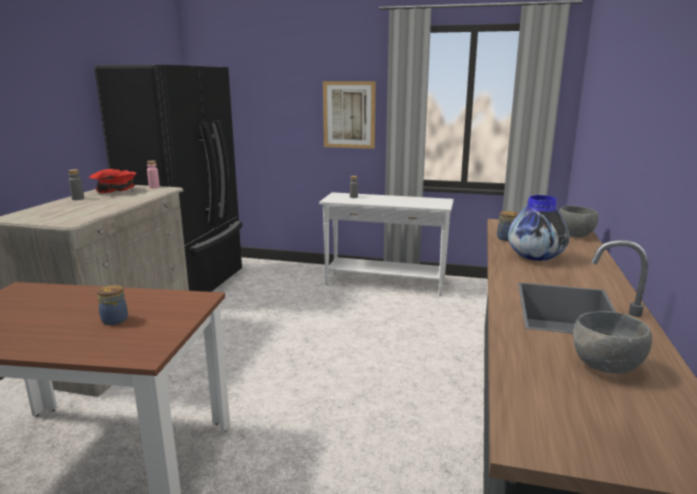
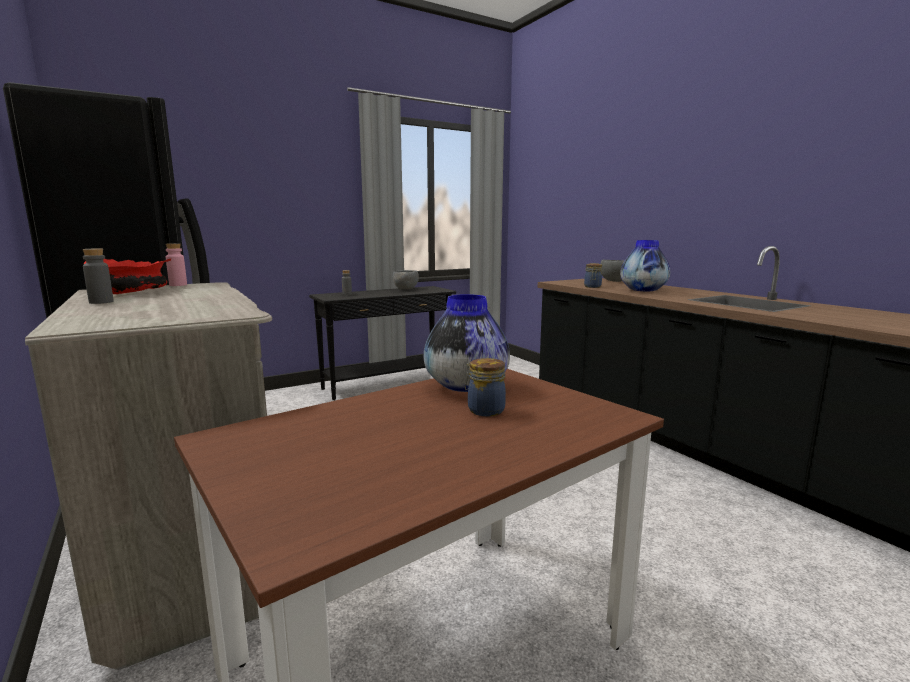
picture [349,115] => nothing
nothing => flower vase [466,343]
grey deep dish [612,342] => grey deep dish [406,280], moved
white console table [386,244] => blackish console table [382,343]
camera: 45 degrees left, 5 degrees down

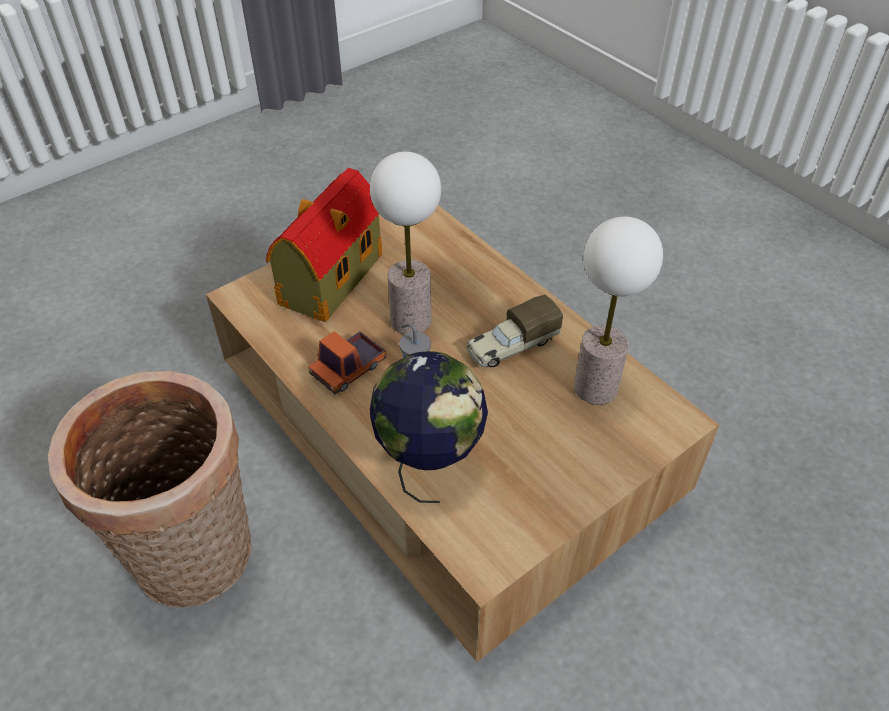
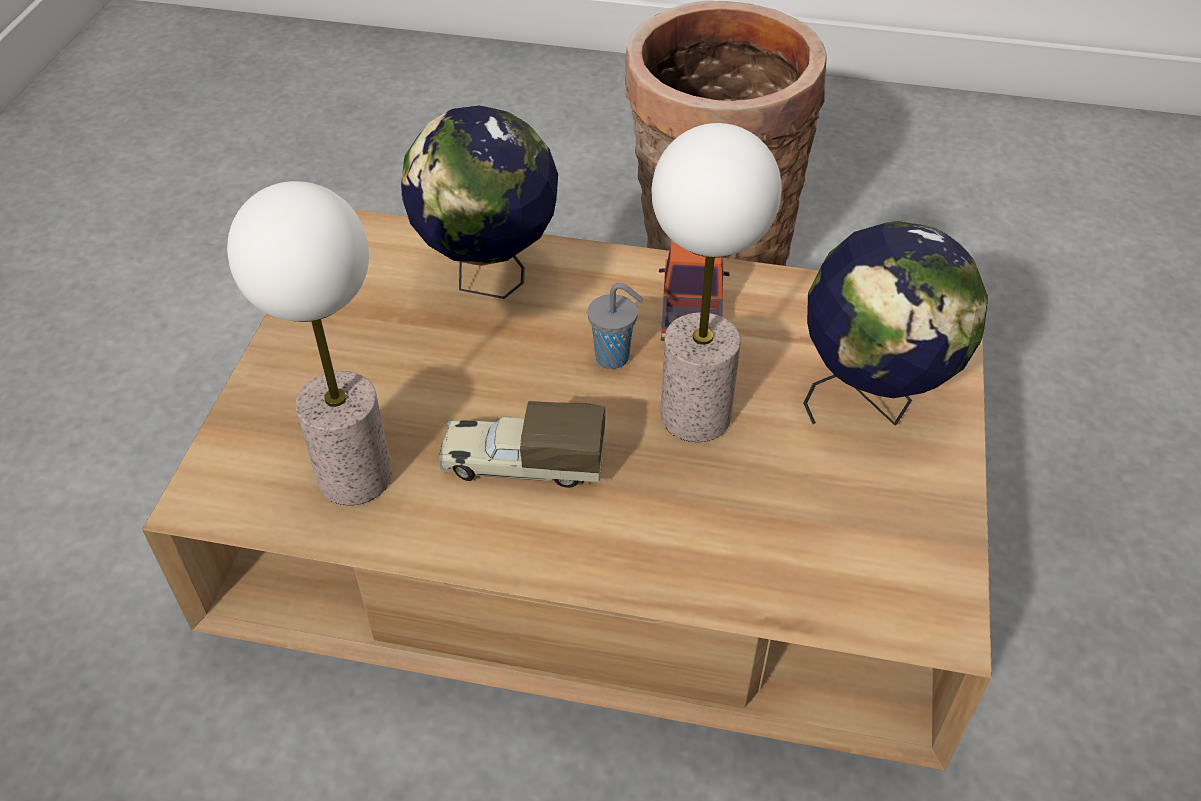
model house [324,245] => globe [895,323]
model truck [515,331] => model truck [522,444], 105 degrees counterclockwise
camera: 140 degrees right, 0 degrees up

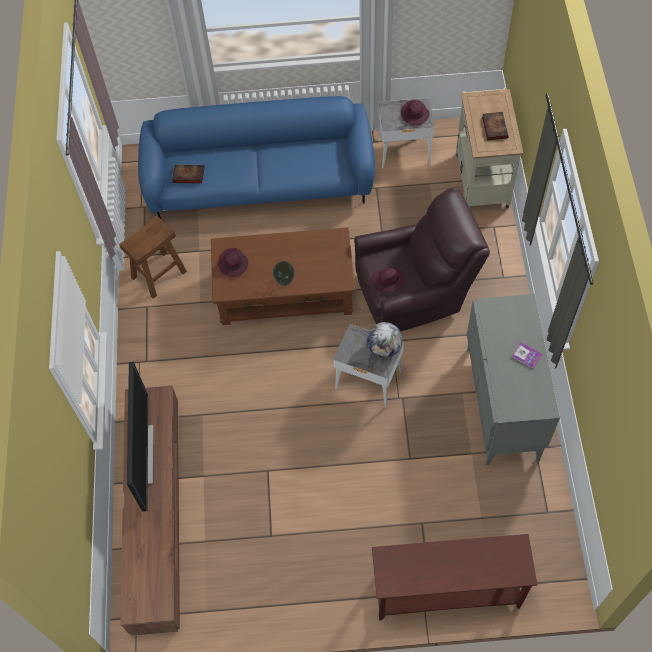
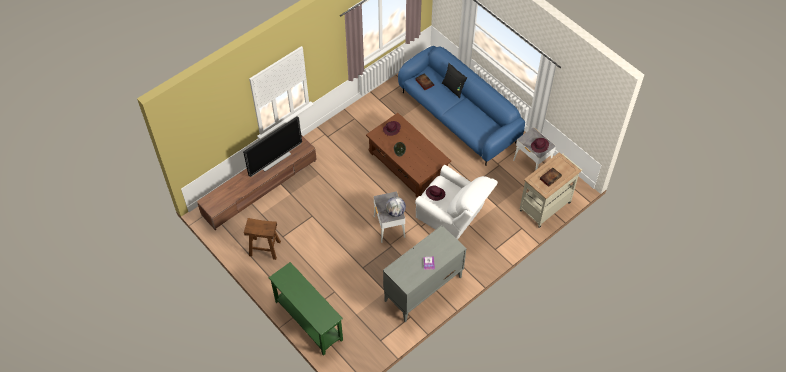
nothing => blackish pillow [454,80]
brownish sitting stool [153,257] => brownish sitting stool [262,239], moved
brownish easy chair [422,259] => white easy chair [456,202]
brownish console table [454,577] => green-coloured console table [306,309]
camera: 50 degrees right, 5 degrees down

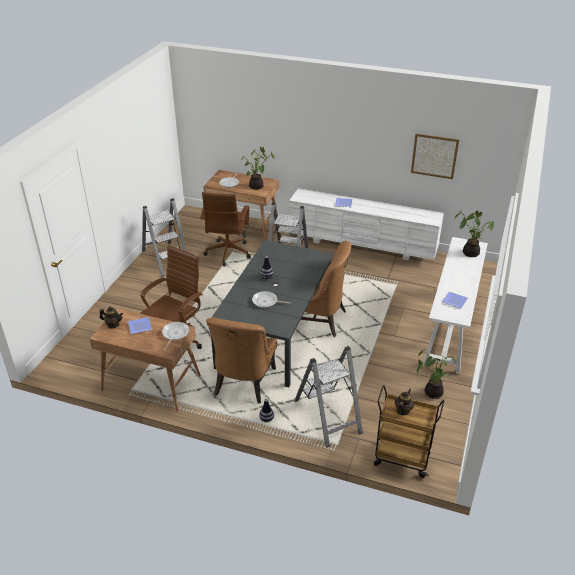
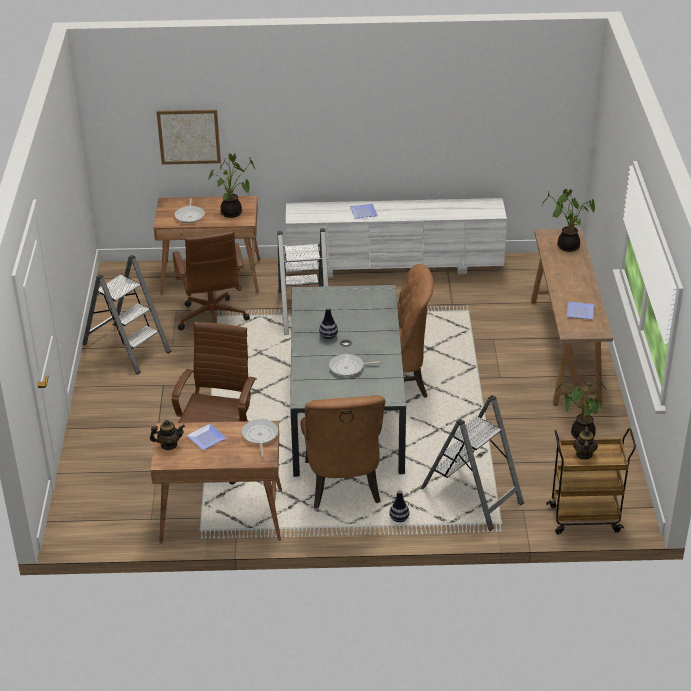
picture [435,156] => picture [189,137], moved
white console table [455,305] => brownish console table [572,317]
camera: 20 degrees left, 0 degrees up

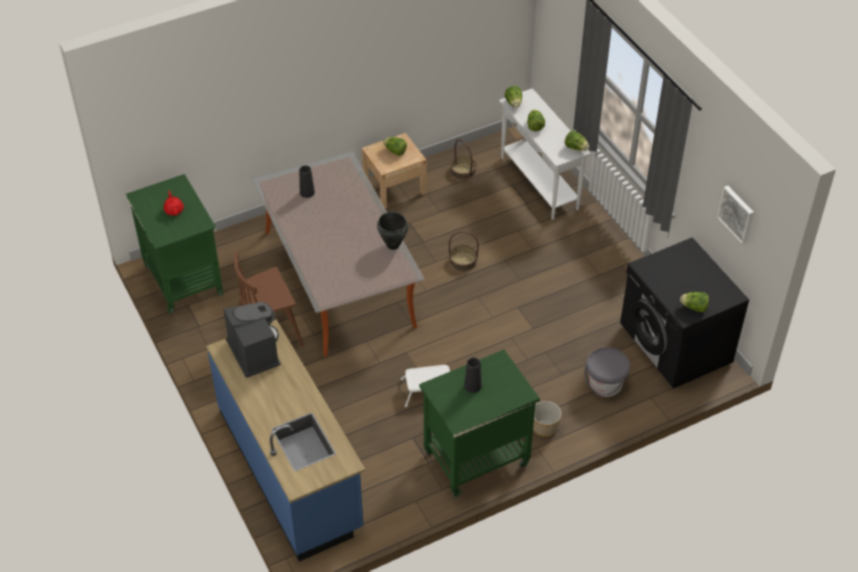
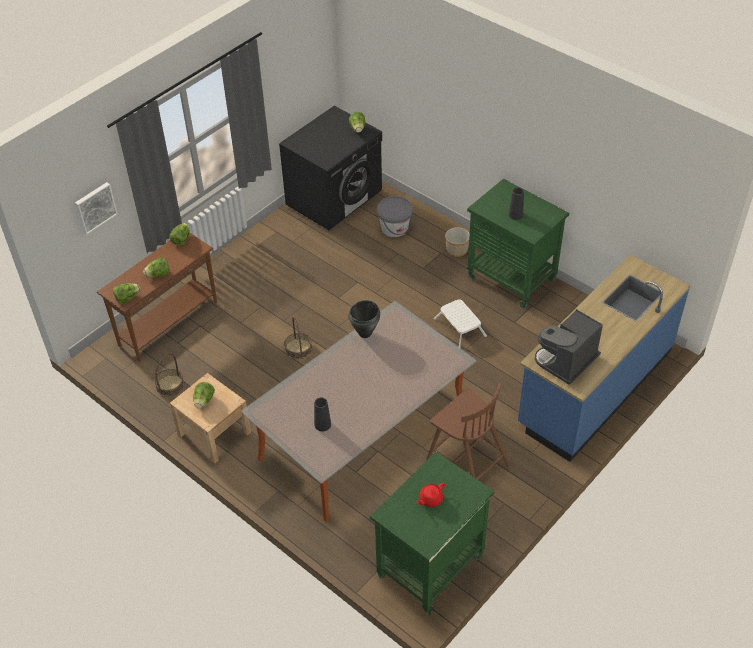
picture [735,215] => picture [96,208], moved
white console table [545,154] => brownish console table [157,297]
camera: 110 degrees left, 0 degrees up

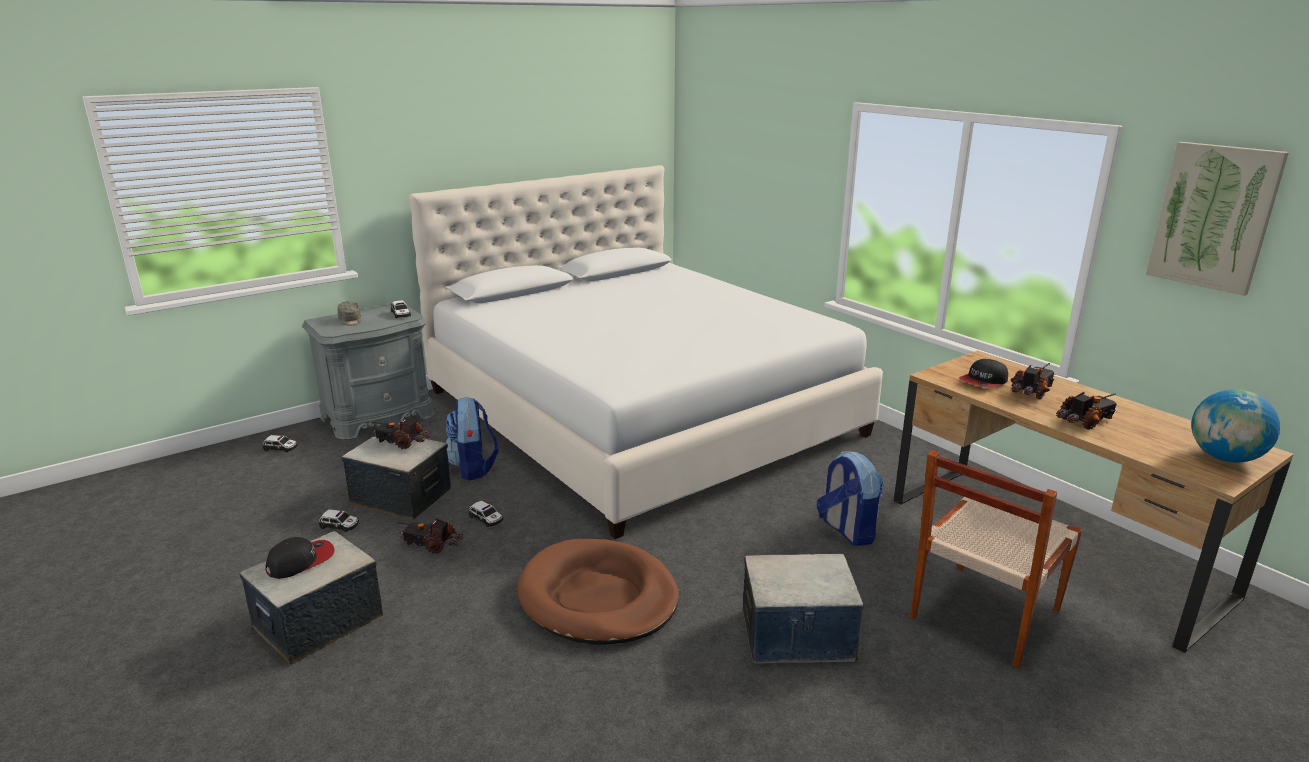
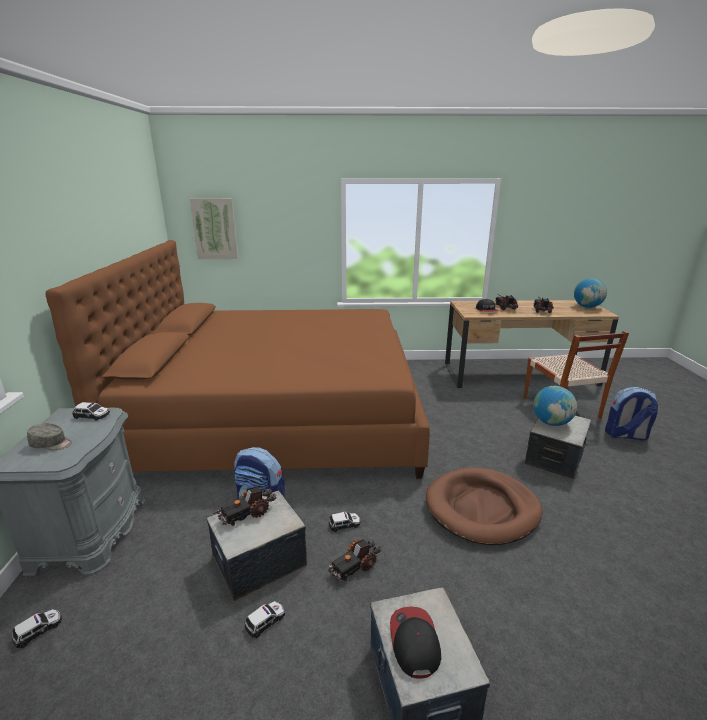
nothing => globe [555,406]
knapsack [850,498] => knapsack [631,414], moved
picture [1217,219] => picture [214,228], moved
white sleeping bed [646,352] => brownish sleeping bed [238,359]
camera: 55 degrees left, 0 degrees up

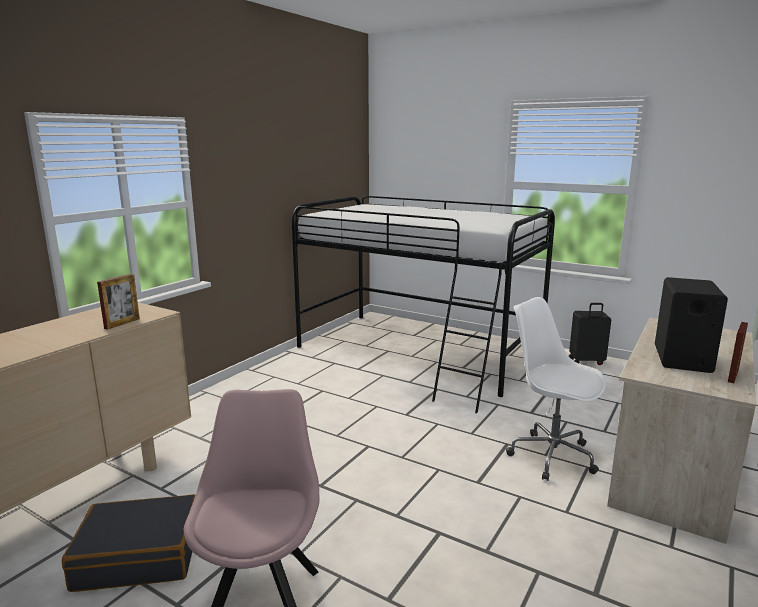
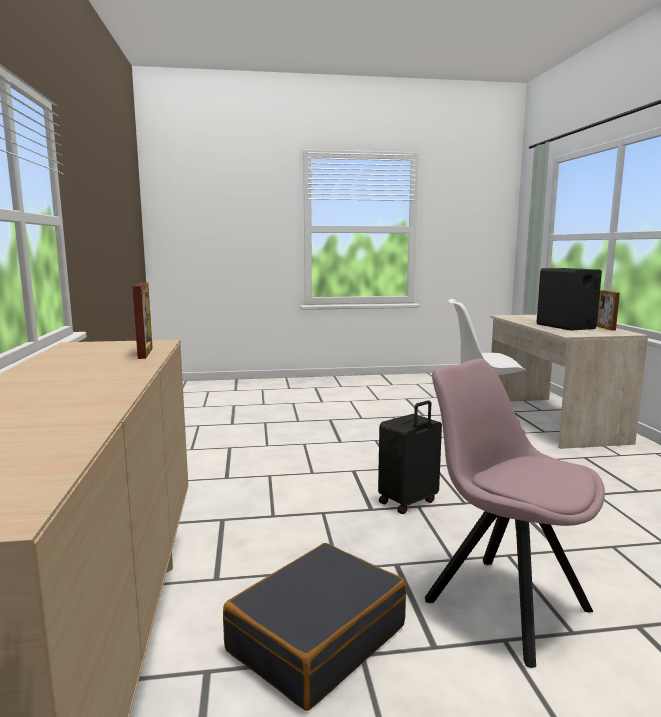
blackish sleeping bed [423,304] => nothing
blackish travel case [590,334] => blackish travel case [410,457], moved
camera: 40 degrees left, 5 degrees down

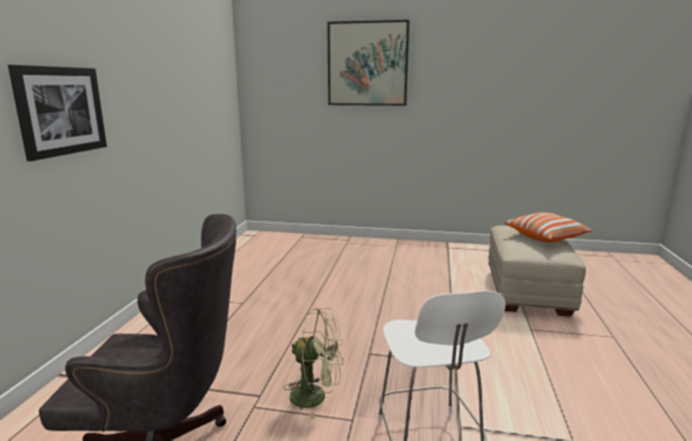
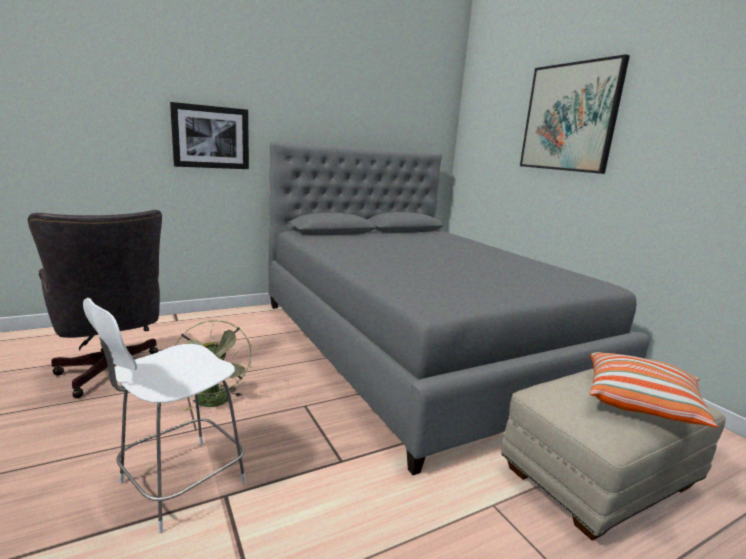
nothing => grey sleeping bed [459,308]
camera: 50 degrees right, 0 degrees up

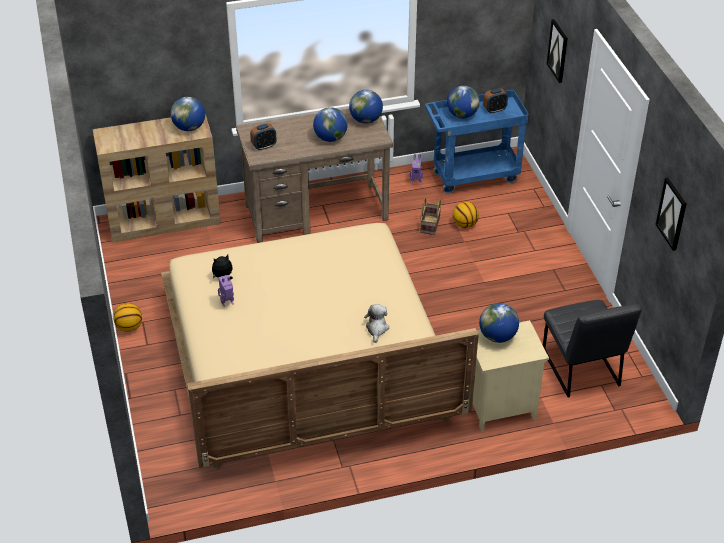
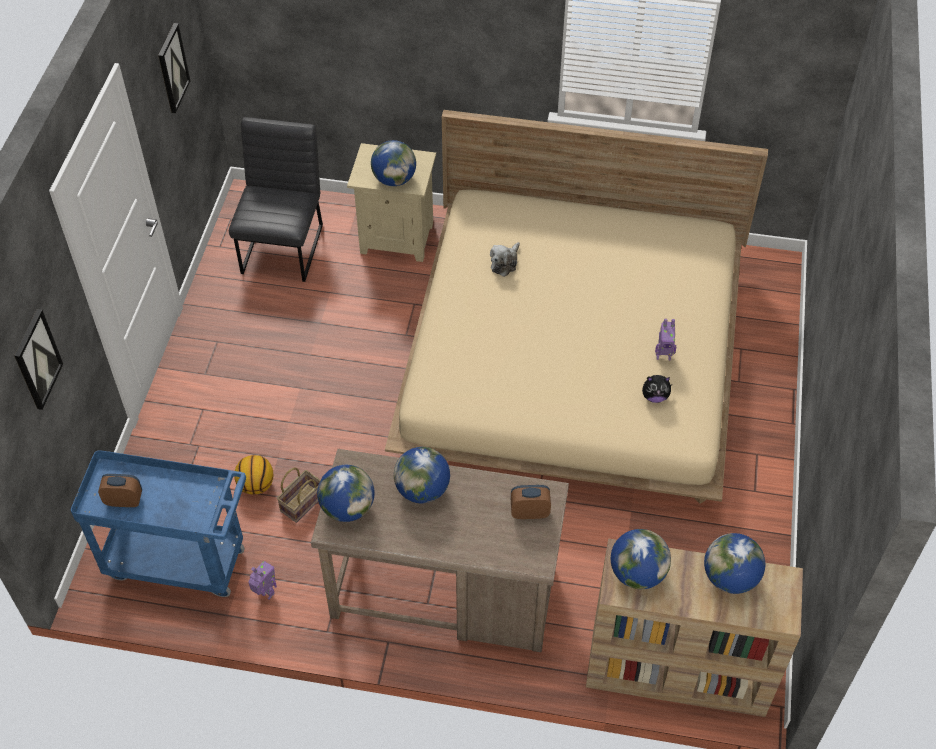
basketball ball [127,317] => nothing
globe [463,101] => globe [734,563], moved
camera: 155 degrees left, 10 degrees up

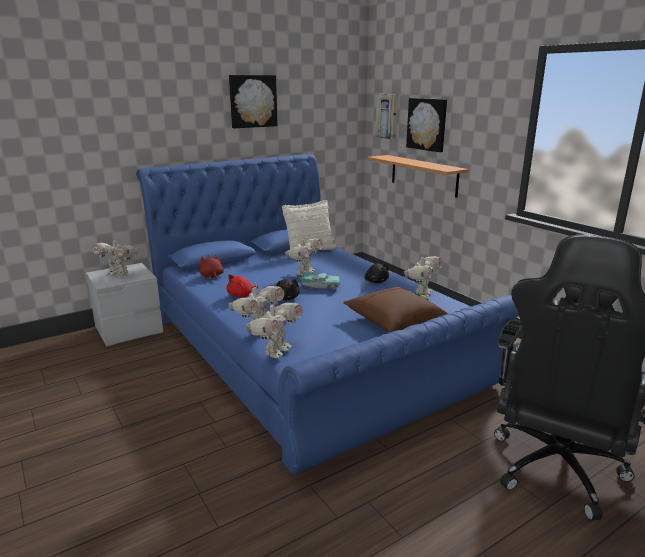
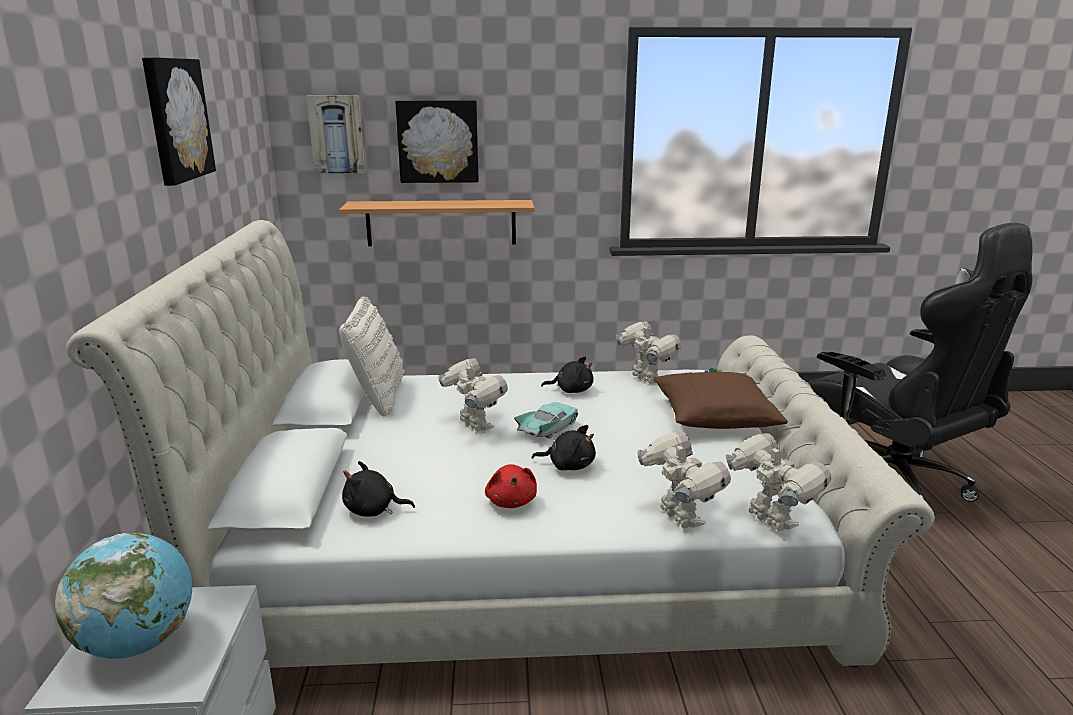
toy robot [115,256] => globe [123,595]
blue-coloured sleeping bed [327,314] => beige-coloured sleeping bed [500,444]
red soft toy [212,267] => blackish soft toy [378,489]
camera: 60 degrees left, 0 degrees up

